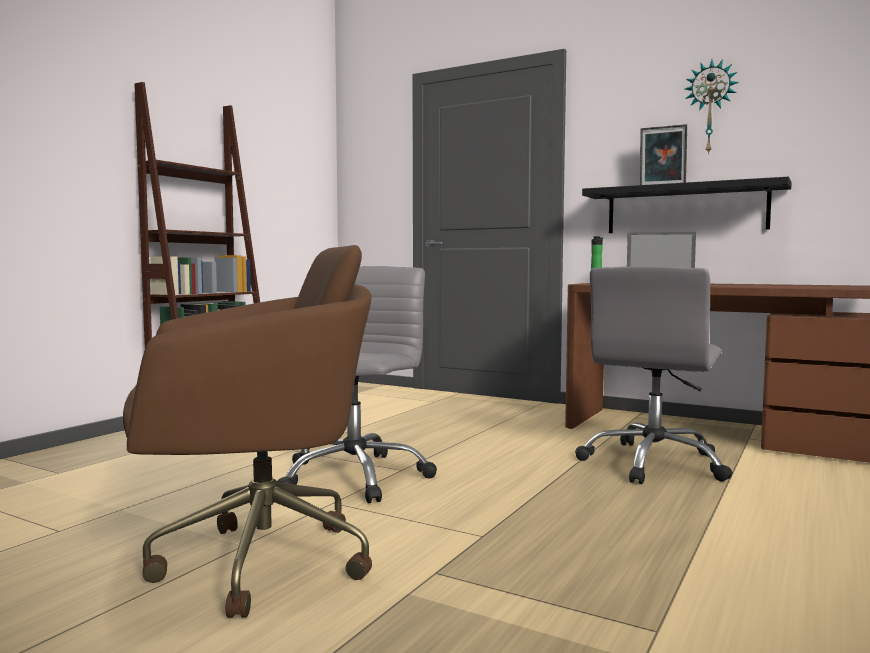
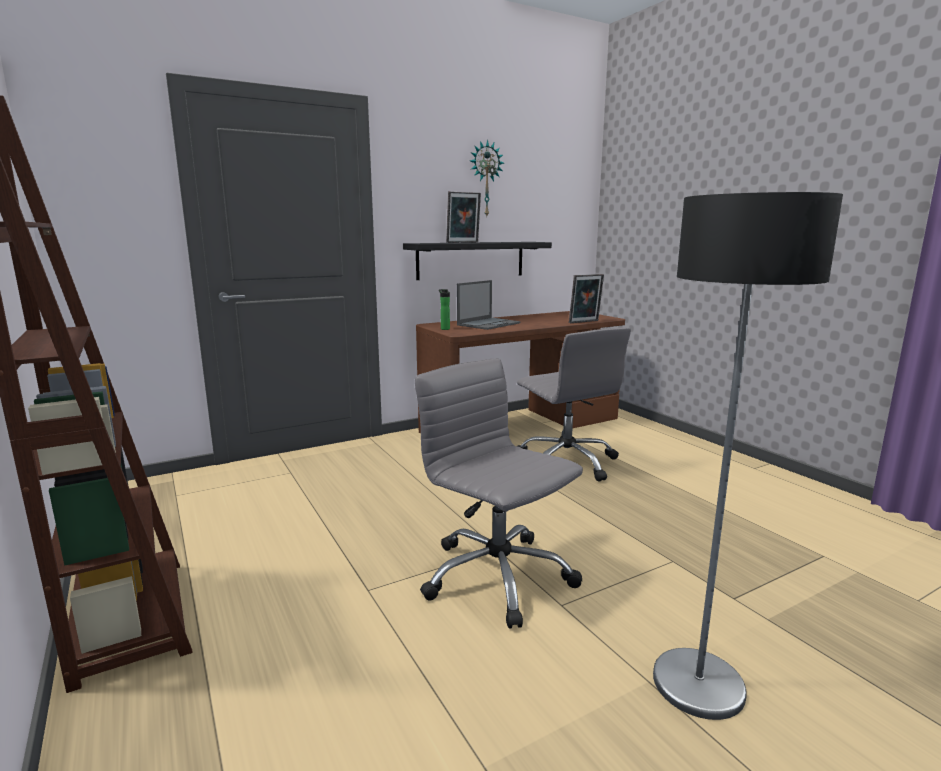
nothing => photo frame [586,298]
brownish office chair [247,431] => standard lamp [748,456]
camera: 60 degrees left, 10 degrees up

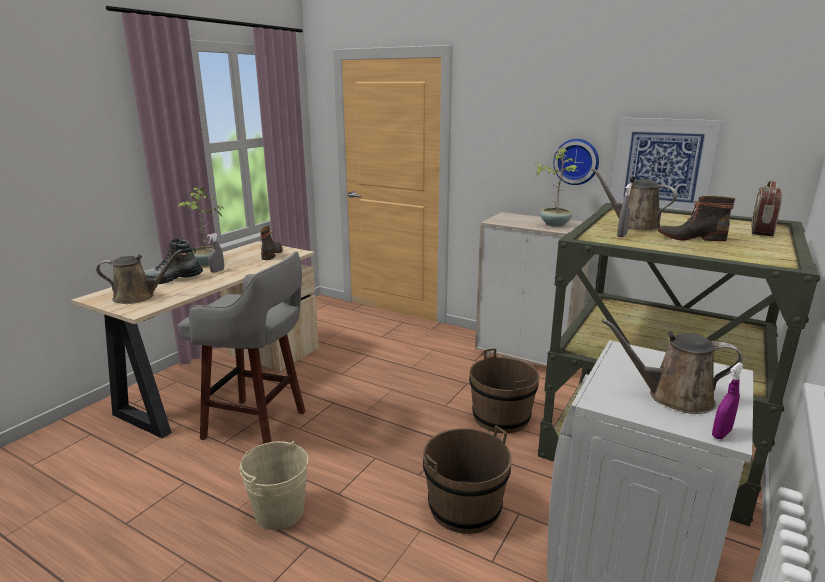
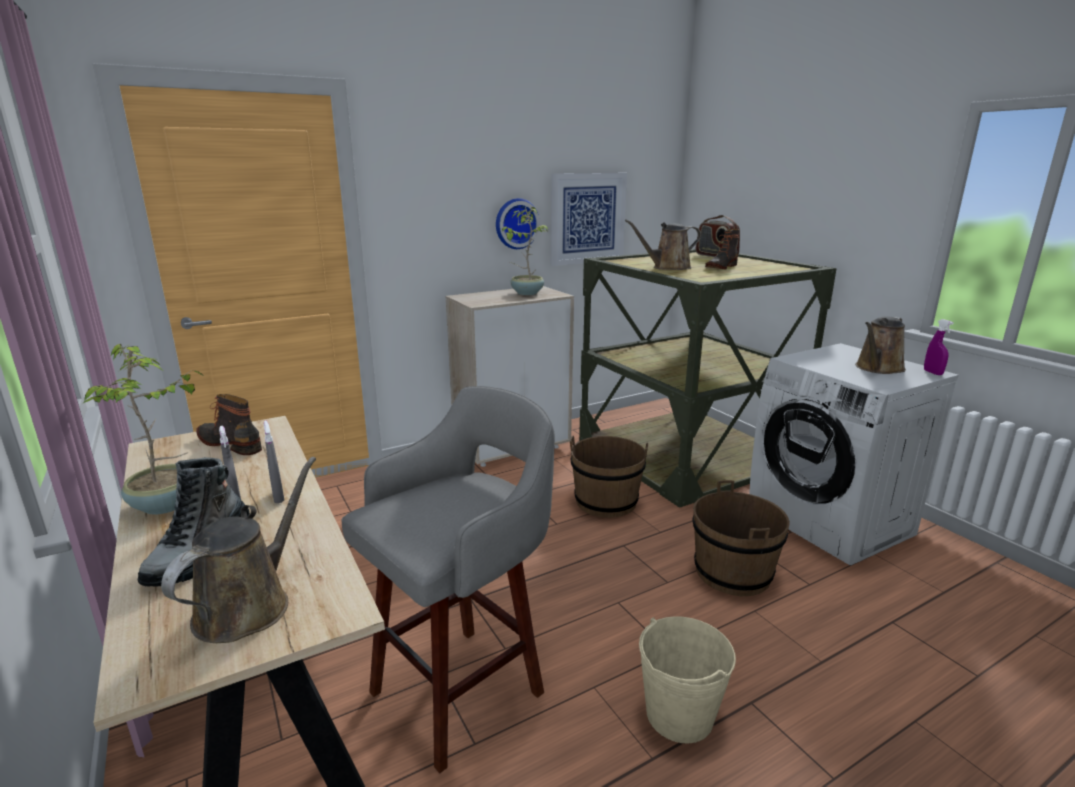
grey spray bottle [624,210] => grey spray bottle [274,462], moved
camera: 60 degrees left, 0 degrees up

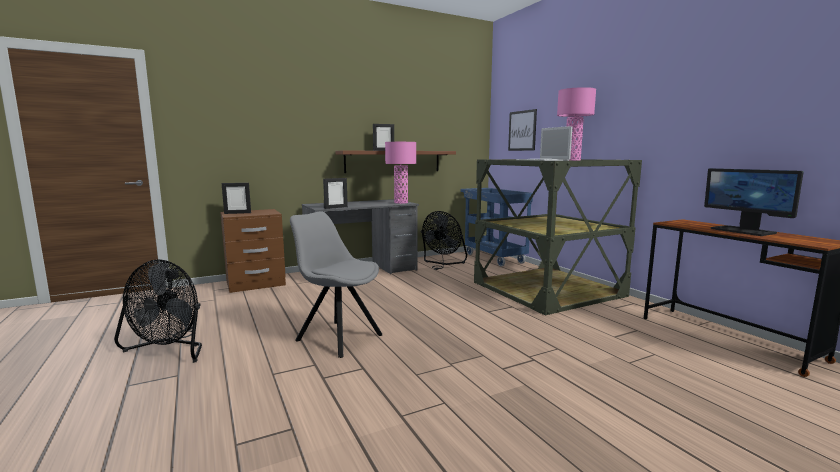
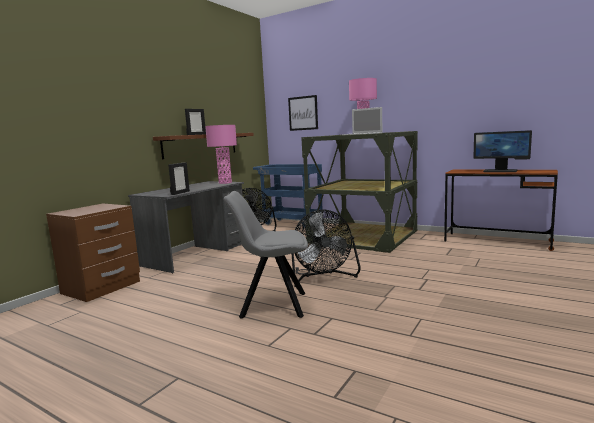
photo frame [236,198] => nothing
blackish electric fan [158,311] => blackish electric fan [326,248], moved
camera: 30 degrees left, 0 degrees up

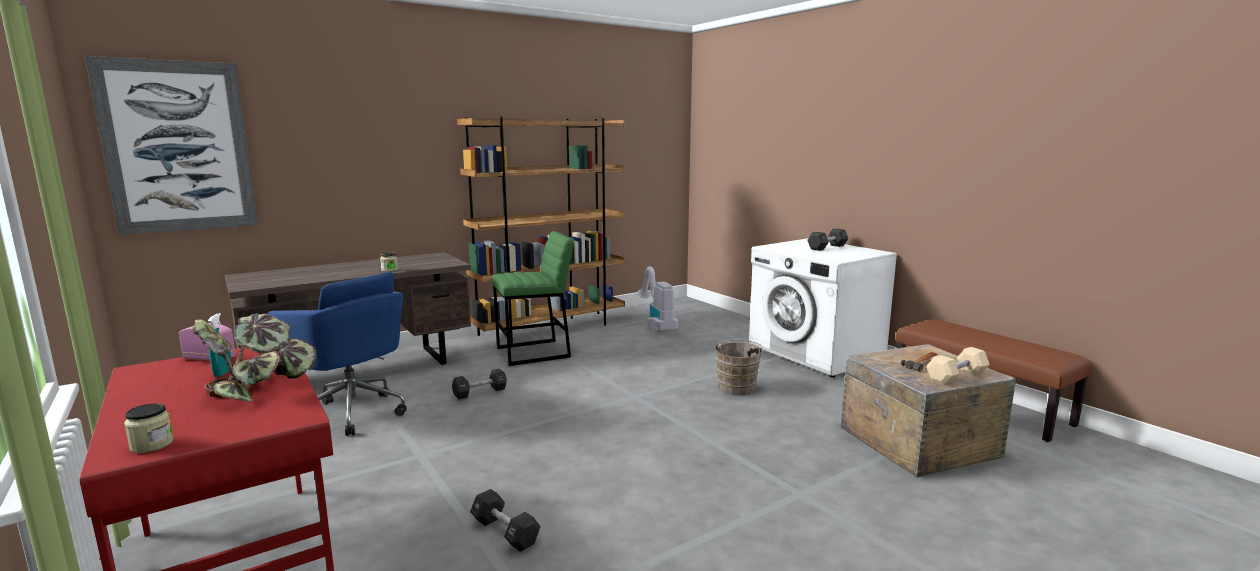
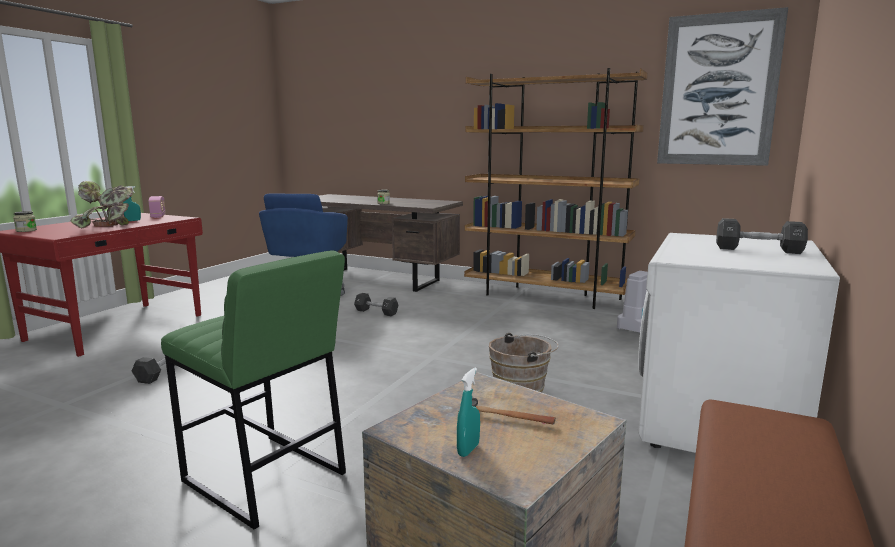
picture [171,145] => picture [722,86], moved
green-coloured sitting stool [532,298] => green-coloured sitting stool [253,390], moved
beige-coloured hand weight [958,366] => turquoise-coloured spray bottle [468,412]
camera: 60 degrees right, 0 degrees up

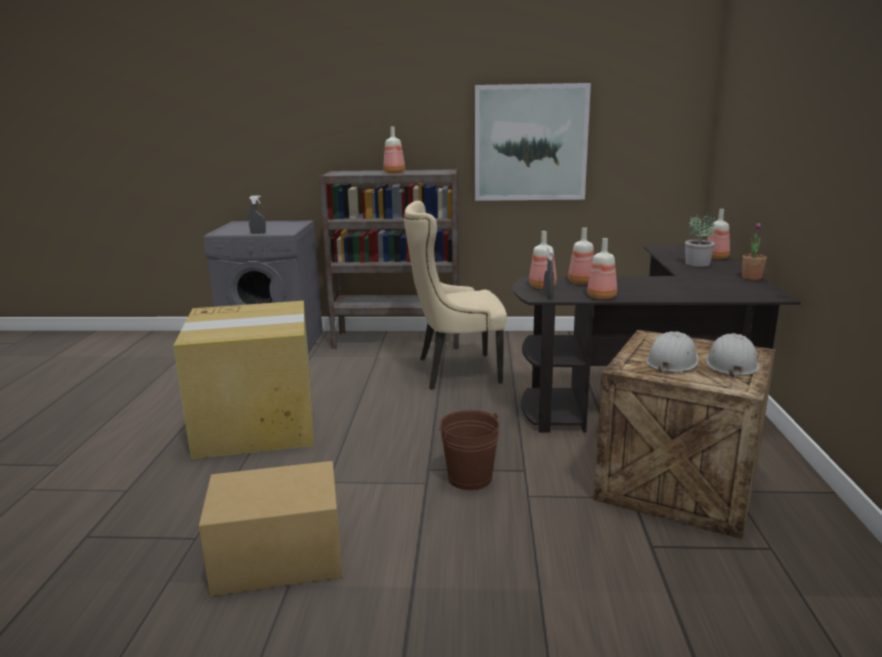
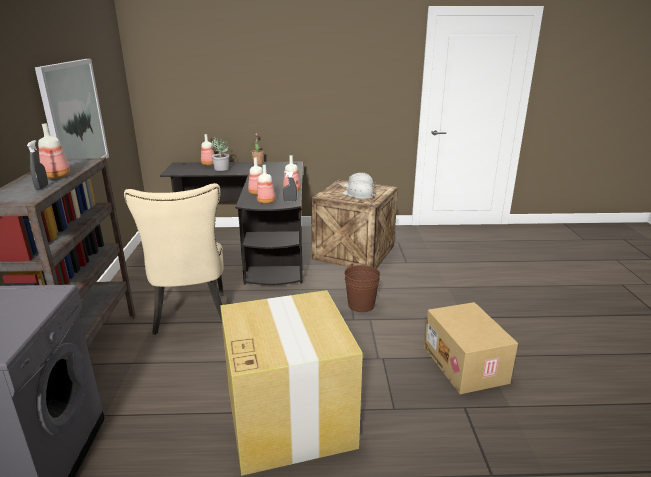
grey spray bottle [257,214] => grey spray bottle [37,165], moved
camera: 95 degrees left, 5 degrees up

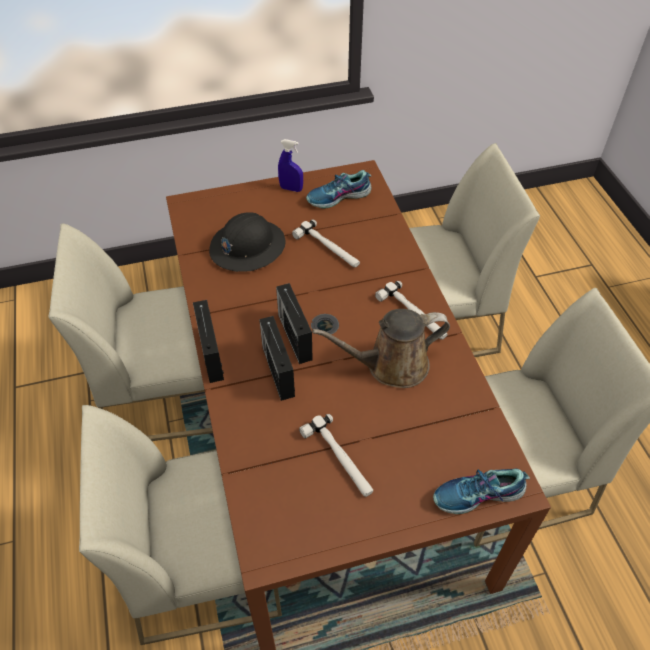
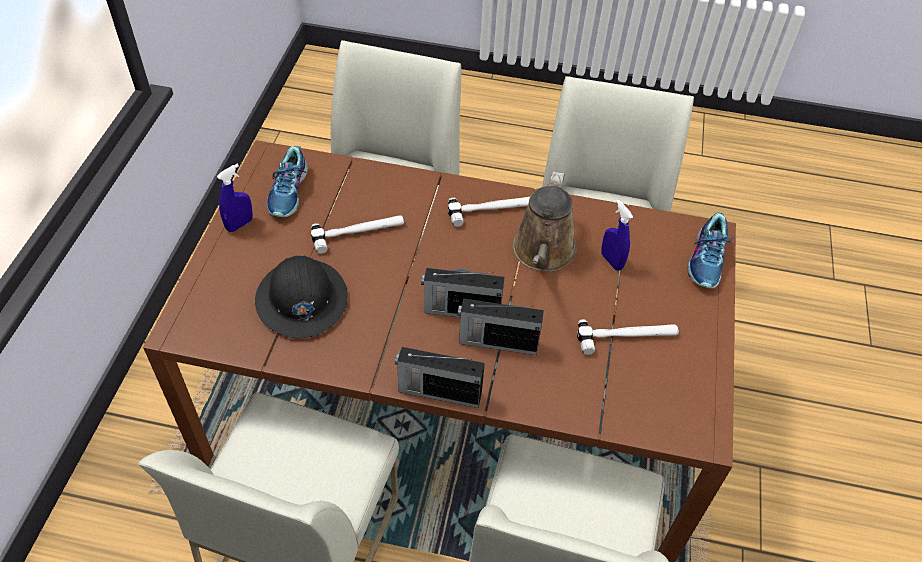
nothing => blue-coloured spray bottle [617,235]
camera: 65 degrees left, 0 degrees up

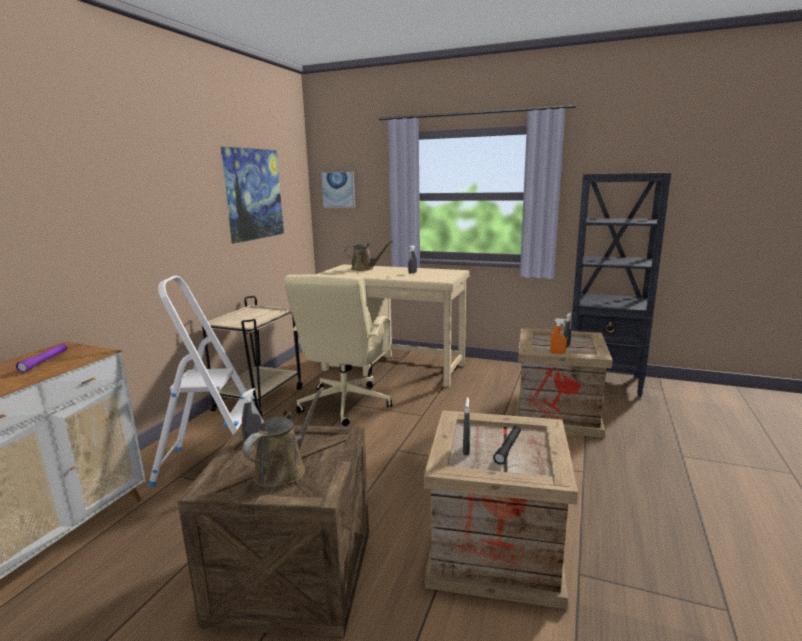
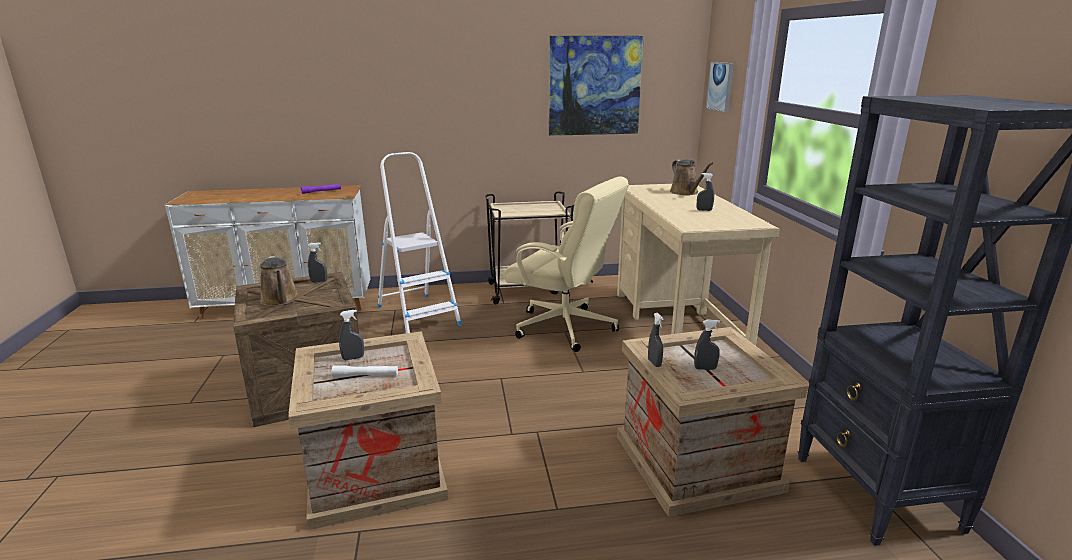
blackish flashlight [507,445] => white flashlight [365,371]
orange-coloured spray bottle [558,336] => grey spray bottle [655,340]
brownish sprinkling can [283,437] => brownish sprinkling can [279,281], 60 degrees clockwise
beige-coloured office chair [338,350] => beige-coloured office chair [566,264], 135 degrees counterclockwise
camera: 60 degrees right, 5 degrees up

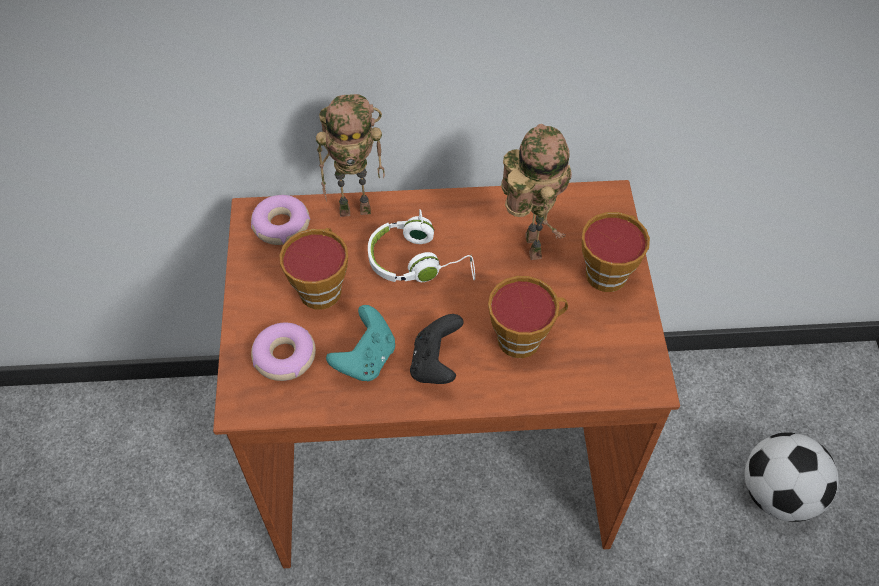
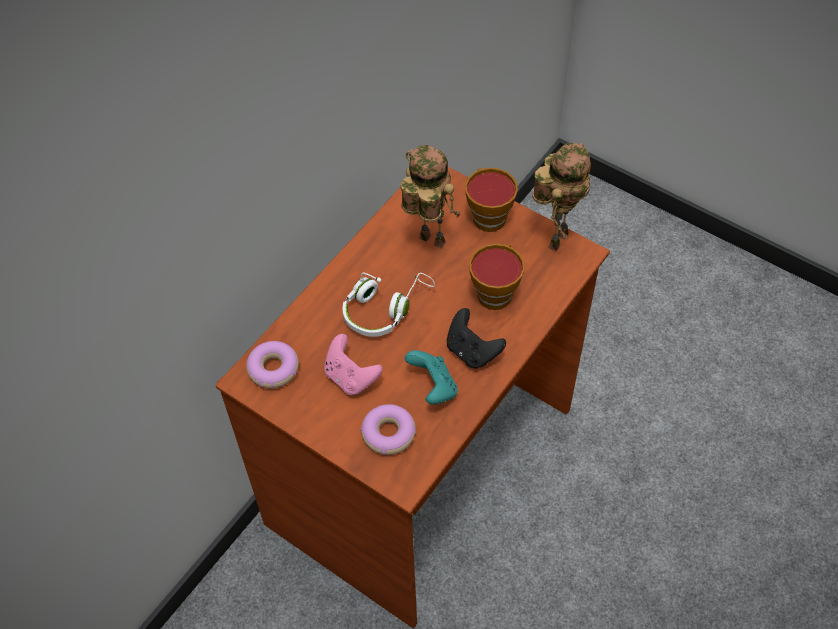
ball for football [791,477] => nothing
toy robot [350,155] => toy robot [561,197], moved
small cup [313,269] => pink gamepad [353,364]
camera: 50 degrees left, 0 degrees up

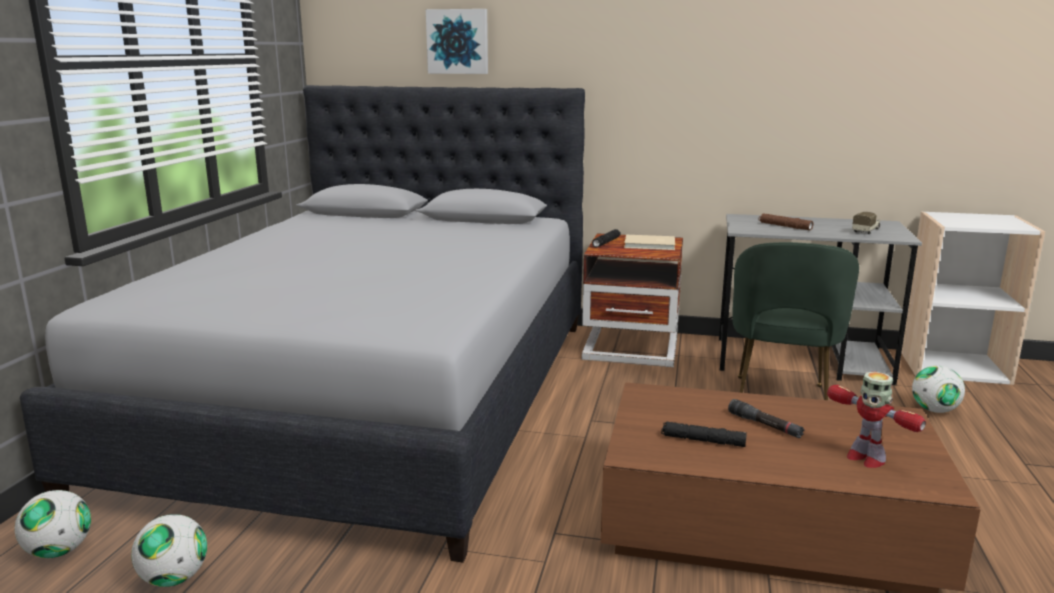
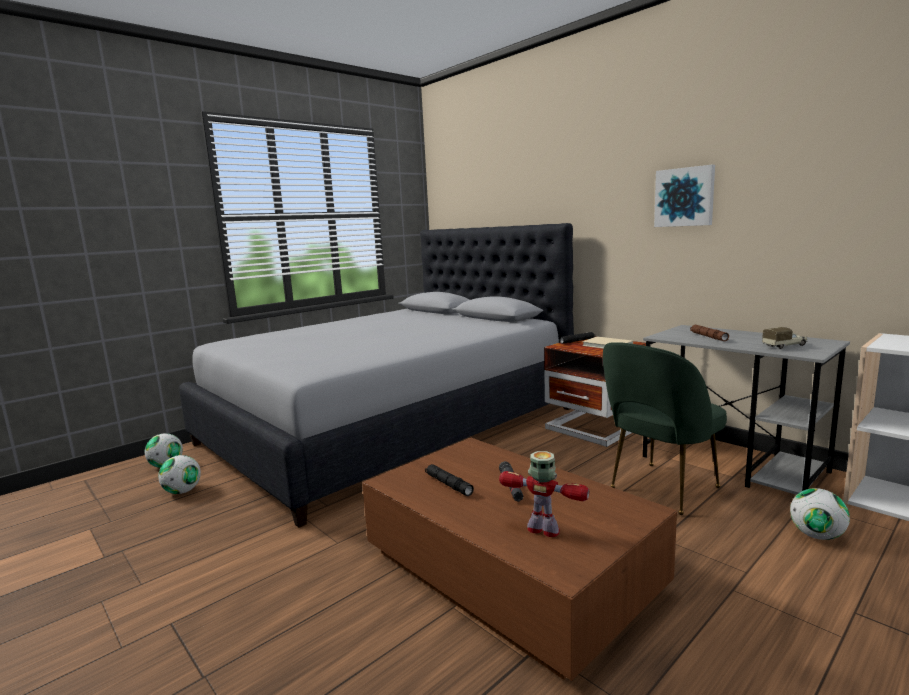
picture [457,41] => picture [684,196], moved
toy robot [876,420] => toy robot [544,494], 120 degrees clockwise
camera: 35 degrees right, 5 degrees down

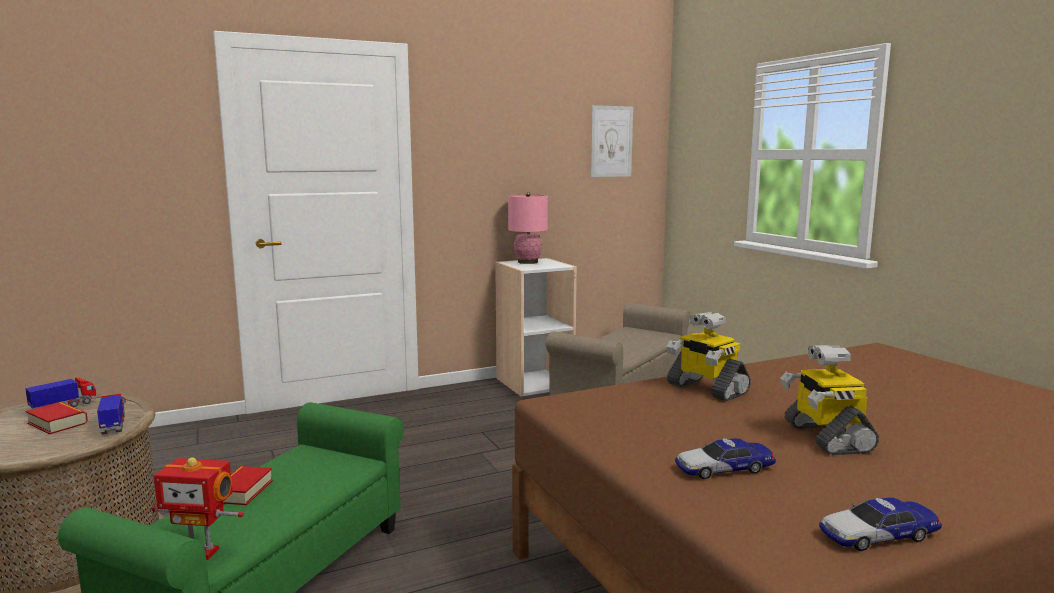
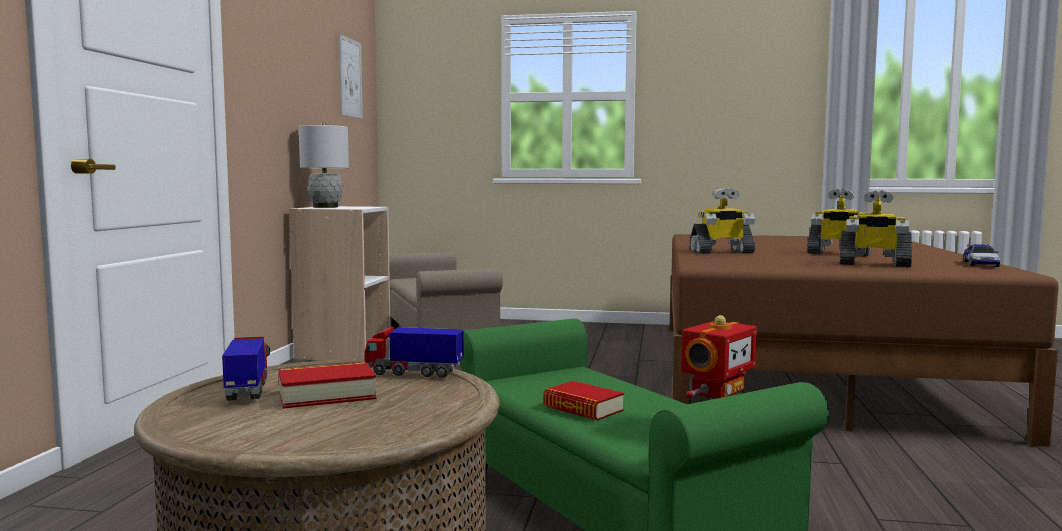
miniature car [725,458] => toy robot [876,228]
pink lamp for a table [528,228] => white lamp for a table [324,165]
camera: 55 degrees left, 5 degrees down

